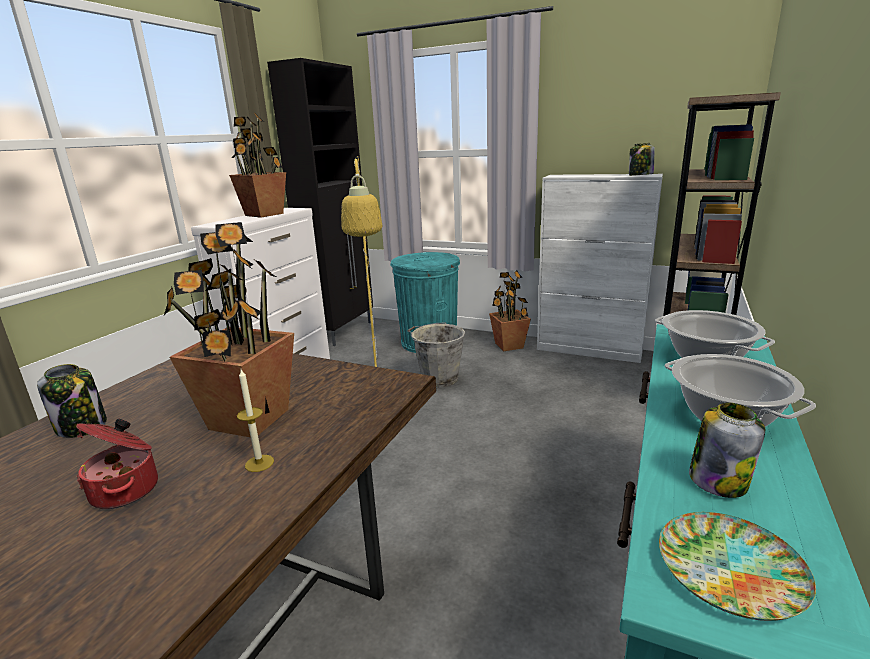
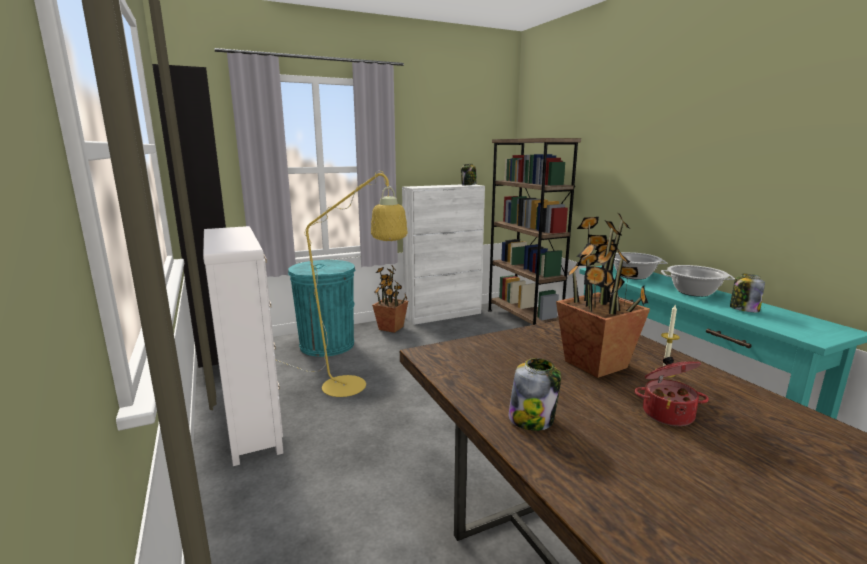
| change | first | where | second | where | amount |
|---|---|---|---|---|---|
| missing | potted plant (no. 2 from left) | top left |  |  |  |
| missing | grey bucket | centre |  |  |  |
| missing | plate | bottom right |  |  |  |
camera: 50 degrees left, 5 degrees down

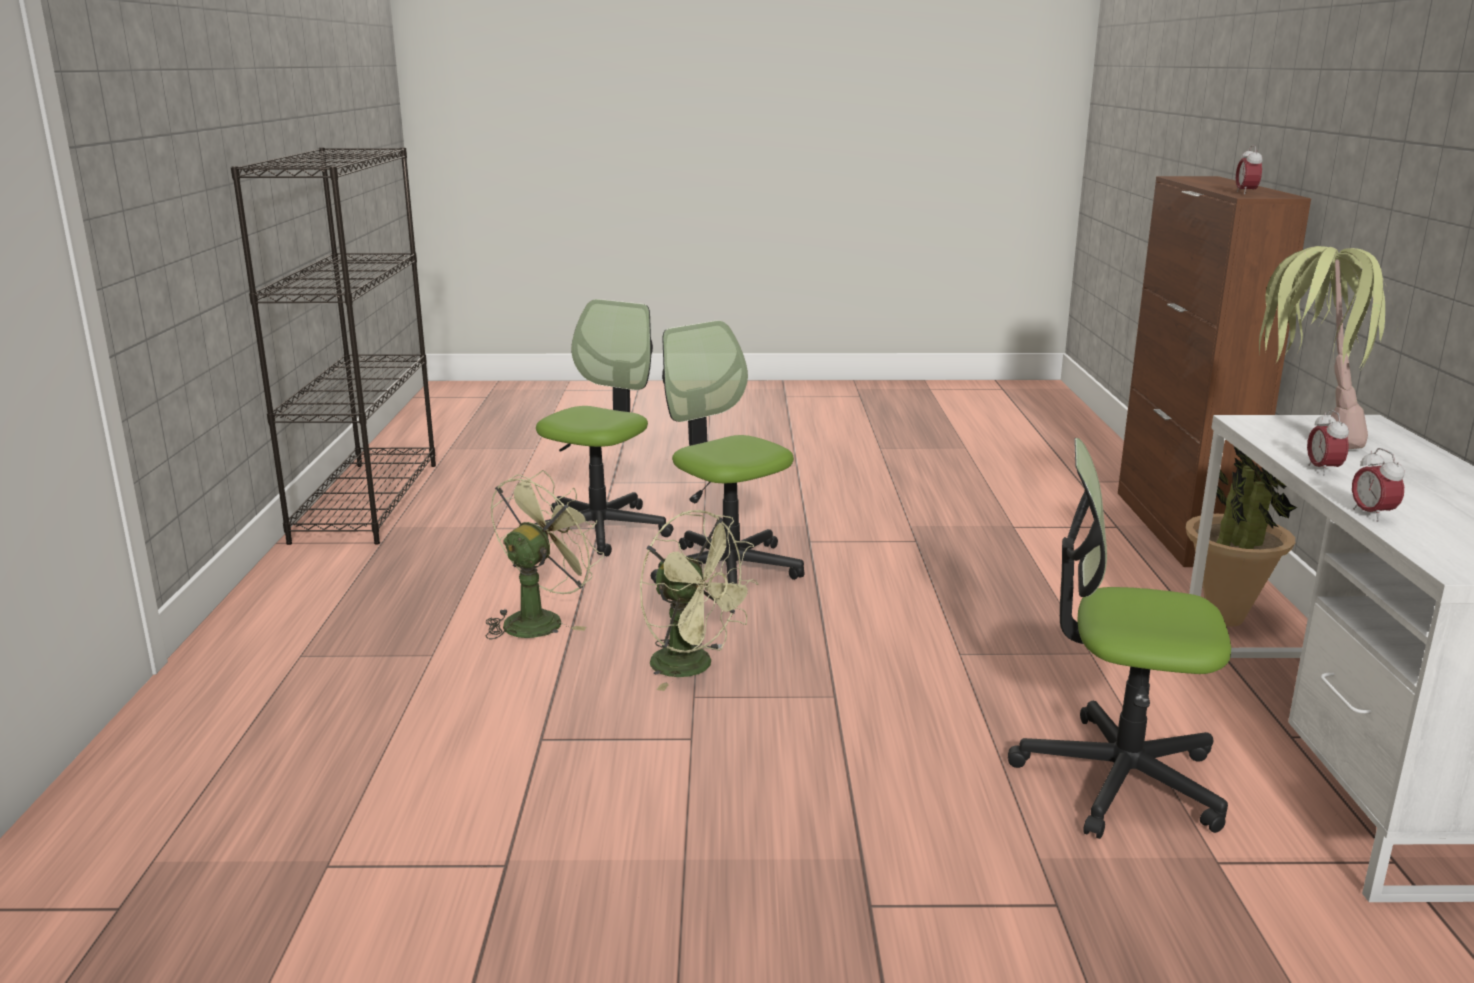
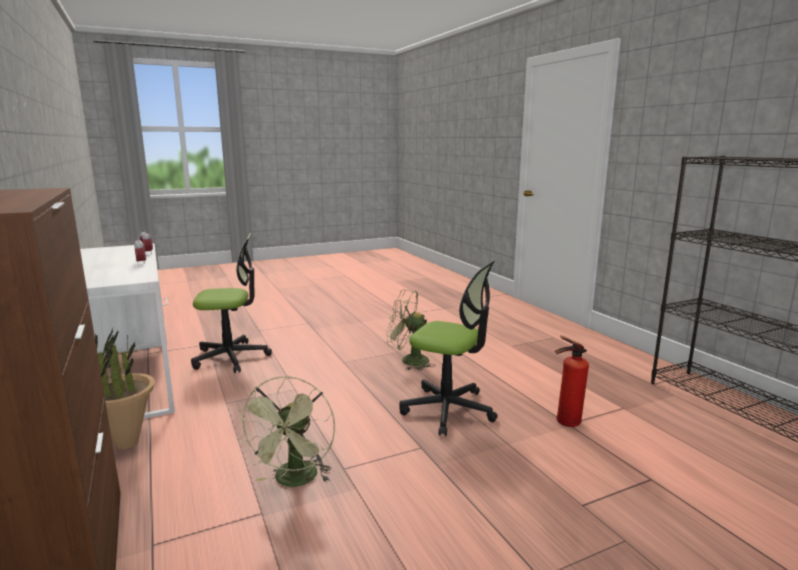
| change | first | where | second | where | amount |
|---|---|---|---|---|---|
| missing | alarm clock (no. 1 from left) | top right |  |  |  |
| missing | potted plant (no. 2 from left) | middle right |  |  |  |
| exchanged | office chair (no. 1 from left) | centre | fire extinguisher | bottom right |  |
| relocated | green fan (no. 1 from left) | centre |  | bottom centre |  |
camera: 155 degrees right, 5 degrees down

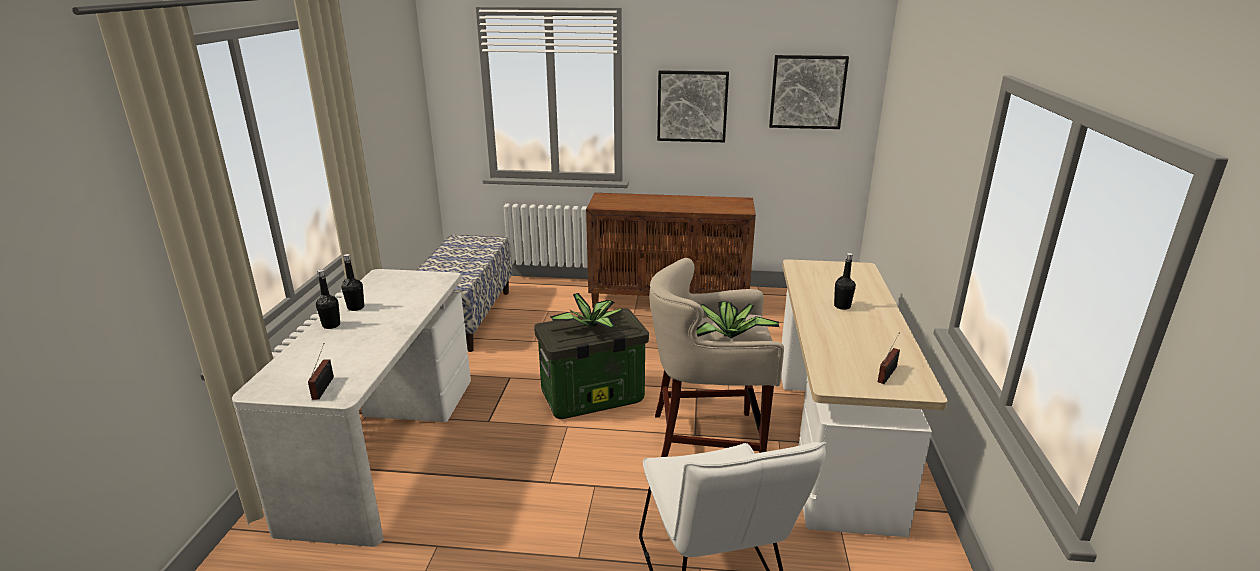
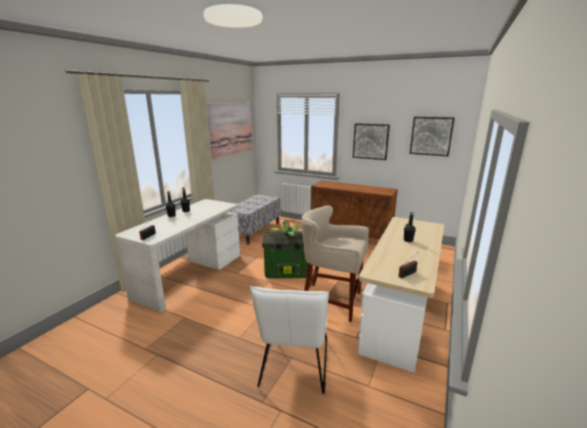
| change | first | where | second | where | amount |
|---|---|---|---|---|---|
| missing | potted plant (no. 2 from left) | centre |  |  |  |
| appeared |  |  | picture (no. 1 from left) | top centre |  |
camera: 20 degrees right, 5 degrees down

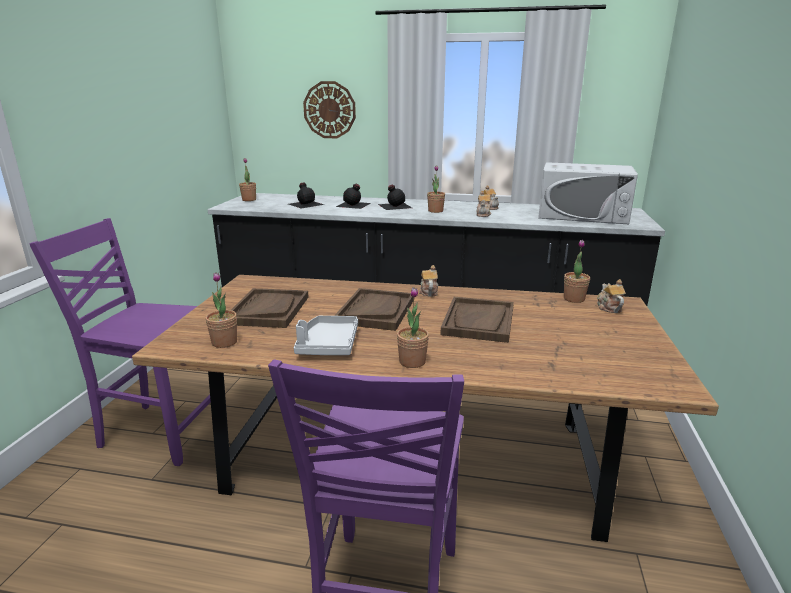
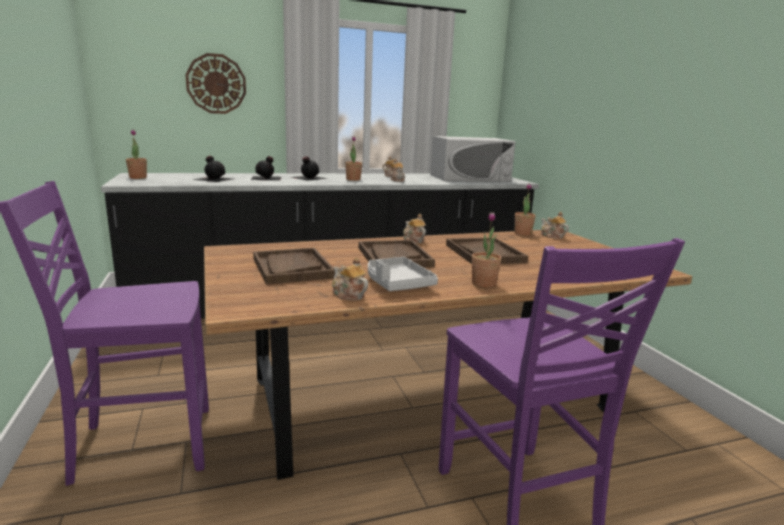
| change | first | where | second | where | amount |
|---|---|---|---|---|---|
| missing | potted plant (no. 1 from left) | middle left |  |  |  |
| appeared |  |  | teapot (no. 1 from left) | centre |  |
camera: 30 degrees left, 5 degrees down

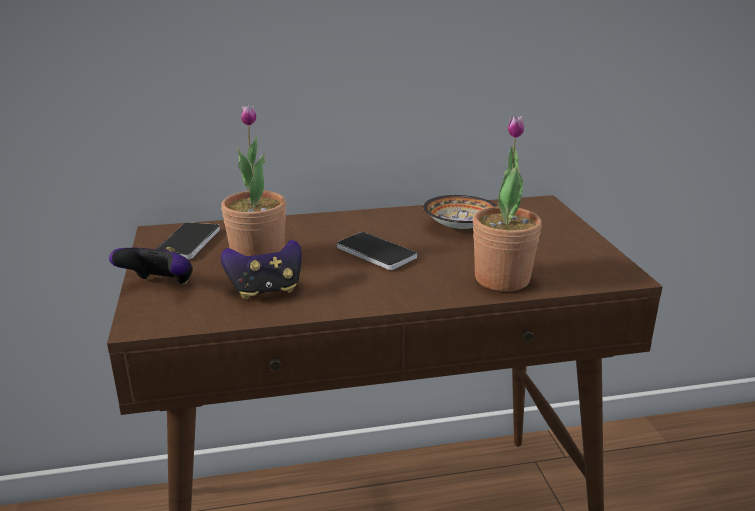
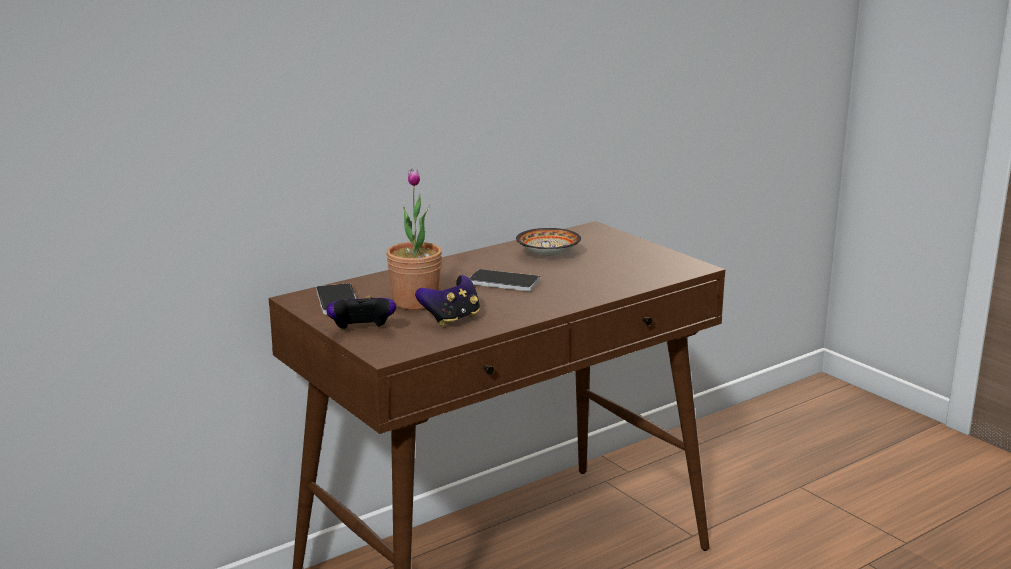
| change | first | where | second | where | amount |
|---|---|---|---|---|---|
| missing | potted plant (no. 2 from left) | middle right |  |  |  |
camera: 25 degrees left, 5 degrees down

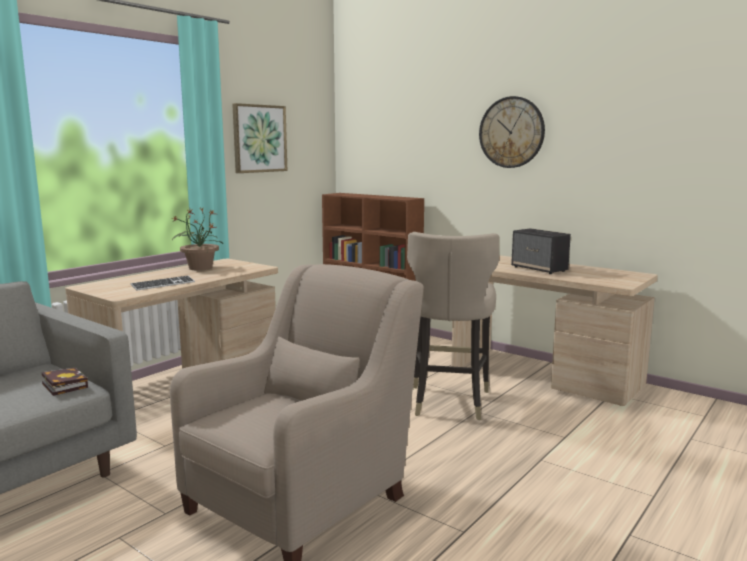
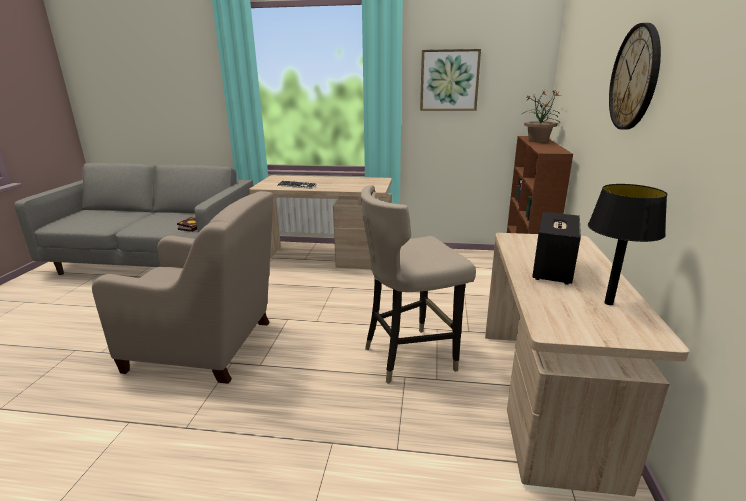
| change | first | where | second | where | amount |
|---|---|---|---|---|---|
| relocated | potted plant | middle left |  | top right |  |
| appeared |  |  | black table lamp | middle right |  |
camera: 60 degrees right, 10 degrees up

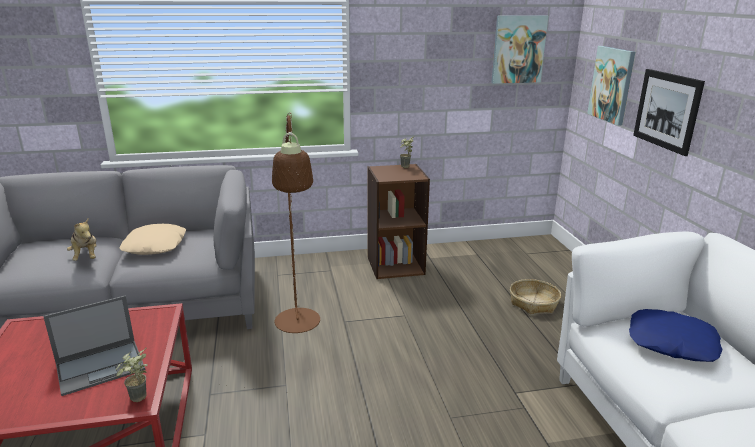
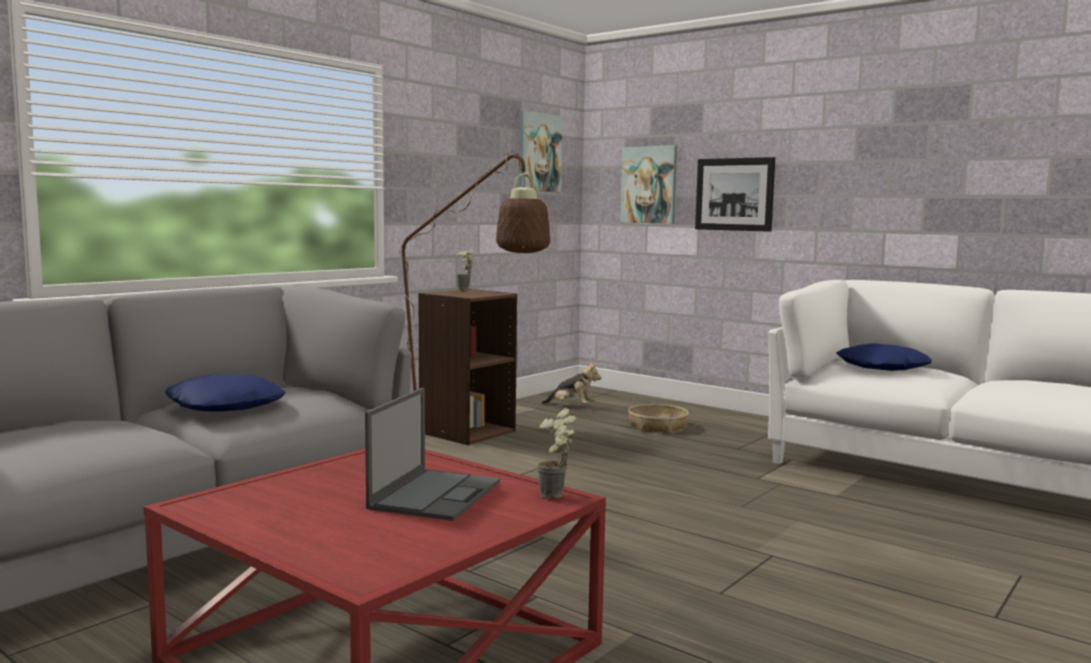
| change | first | where | second | where | amount |
|---|---|---|---|---|---|
| relocated | plush toy | middle left |  | centre |  |
| colour | beige pillow | middle left | blue pillow (no. 1 from left) | middle left |  |
camera: 40 degrees left, 15 degrees down

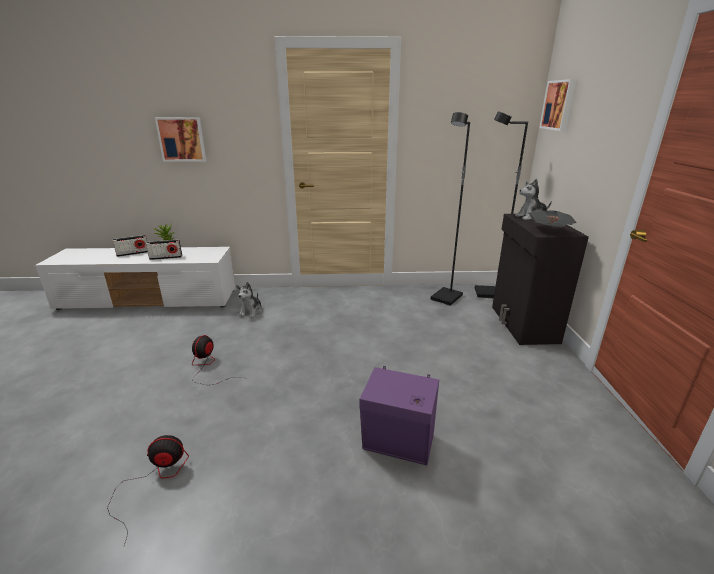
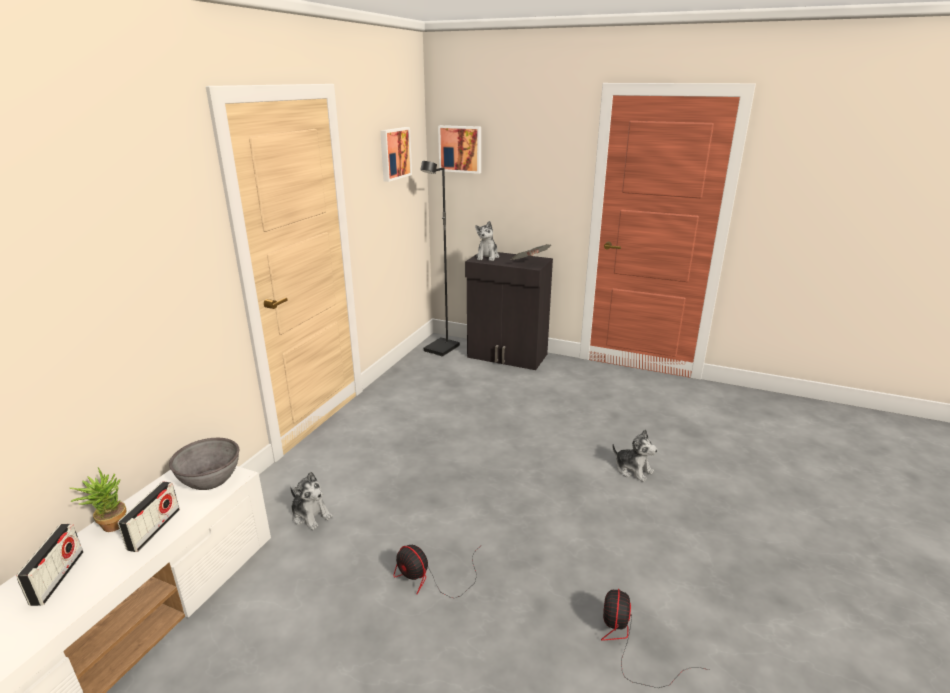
| change | first | where | second | where | amount |
|---|---|---|---|---|---|
| missing | black floor lamp (no. 1 from left) | centre |  |  |  |
| relocated | picture (no. 1 from left) | top left |  | top centre |  |
| exchanged | purple speaker | bottom centre | plush toy (no. 3 from left) | middle right |  |
| appeared |  |  | grey bowl | bottom left |  |
camera: 65 degrees left, 0 degrees up

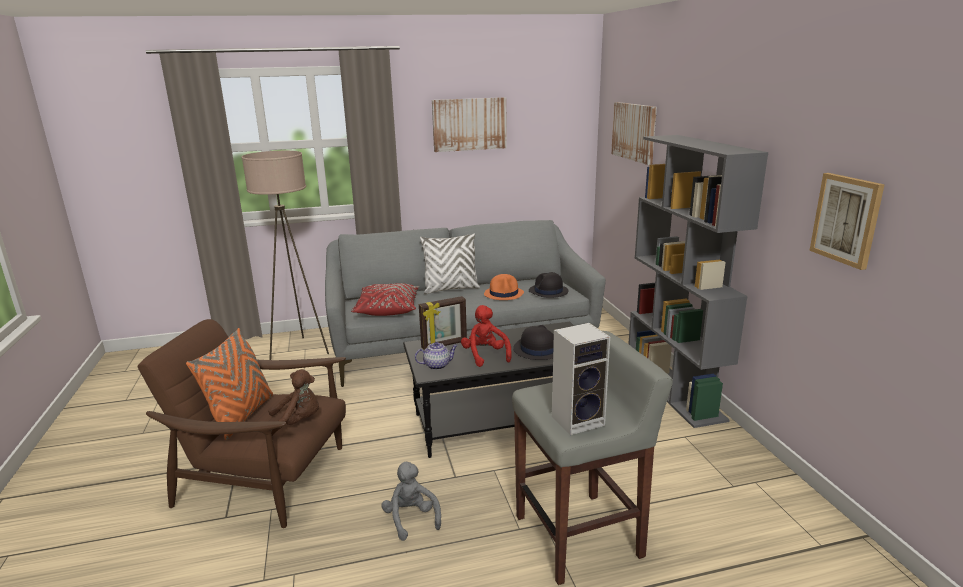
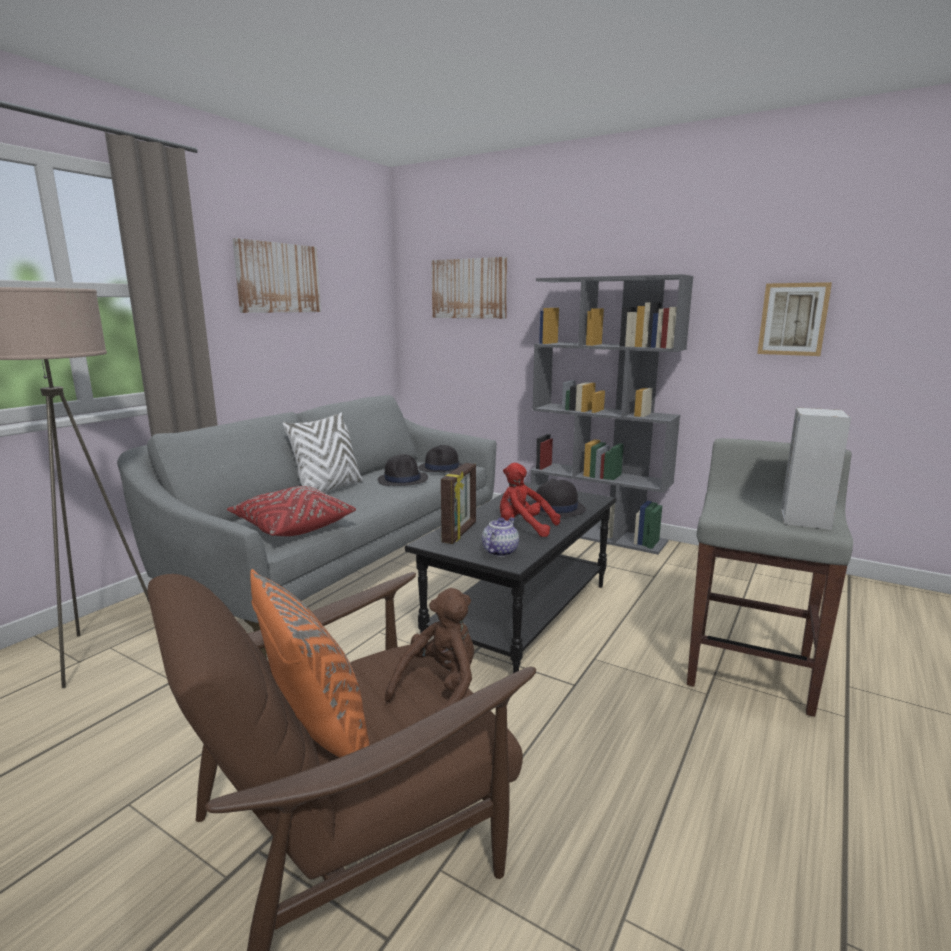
| change | first | where | second | where | amount |
|---|---|---|---|---|---|
| colour | orange hat | centre | black hat (no. 1 from left) | centre |  |
| missing | grey plush toy | bottom centre |  |  |  |
camera: 45 degrees left, 5 degrees down

